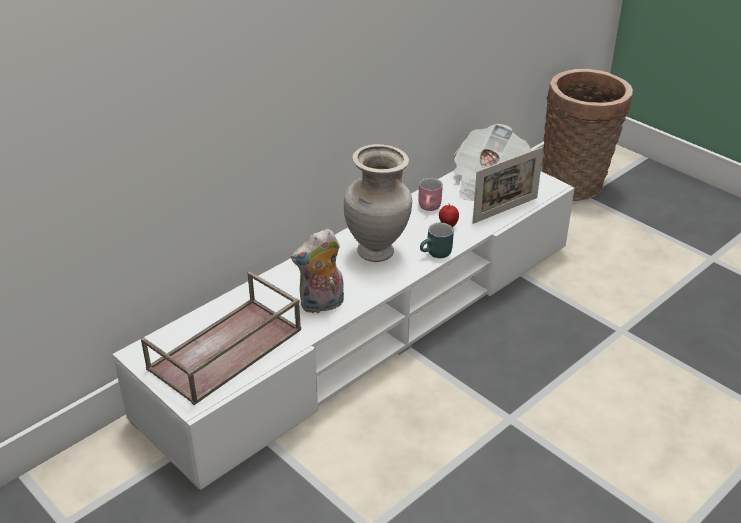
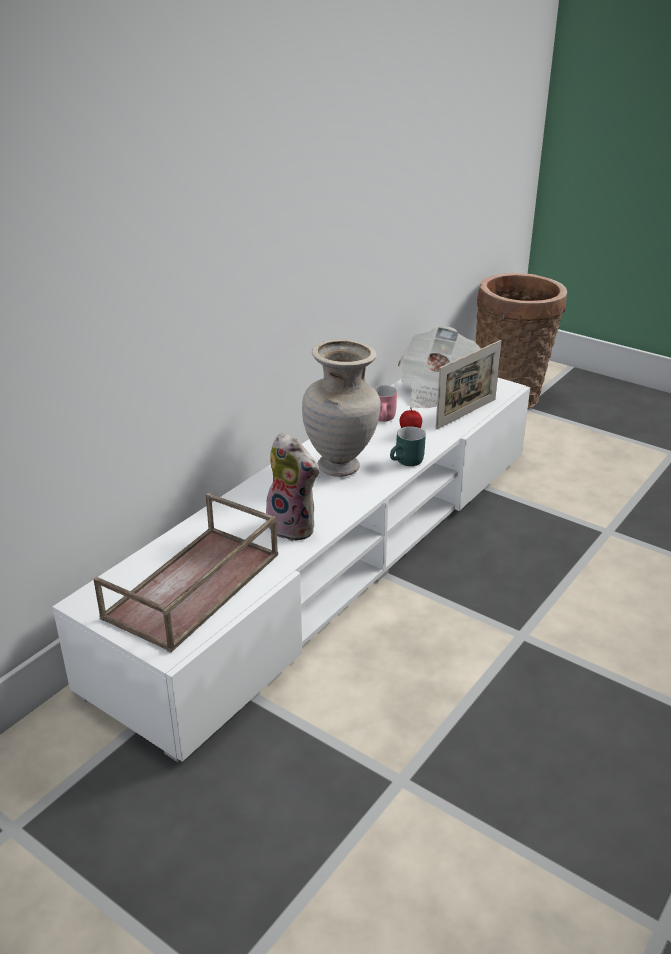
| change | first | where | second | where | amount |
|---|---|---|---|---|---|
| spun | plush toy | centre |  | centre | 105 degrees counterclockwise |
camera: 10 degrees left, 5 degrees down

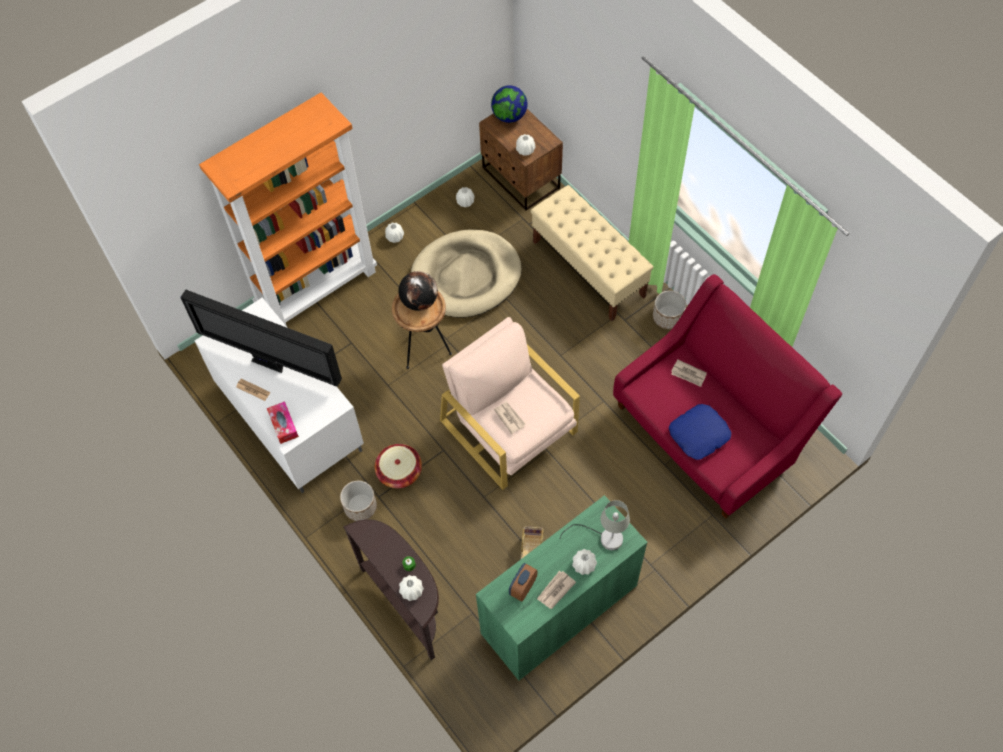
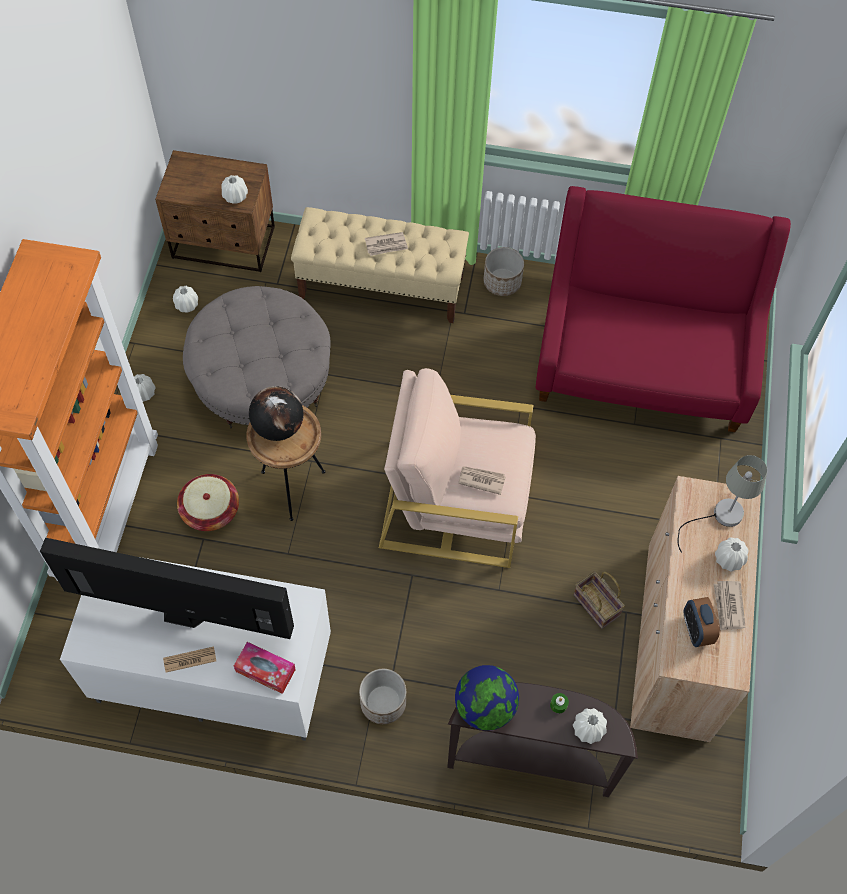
| change | first | where | second | where | amount |
|---|---|---|---|---|---|
| relocated | globe (no. 2 from left) | top centre |  | bottom centre |  |
| exchanged | beige dog bed | centre | grey ottoman | middle left |  |
| spun | television | middle left |  | middle left | 150 degrees counterclockwise |
| relocated | newspaper (no. 4 from left in the first image) | middle right | newspaper (no. 2 from left) | top centre |  |
| missing | blue pillow | middle right |  |  |  |
| relocated | basket (no. 1 from left) | centre |  | middle left |  |
| colour | green cabinet | bottom centre | beige cabinet | bottom right |  |
camera: 45 degrees left, 0 degrees up

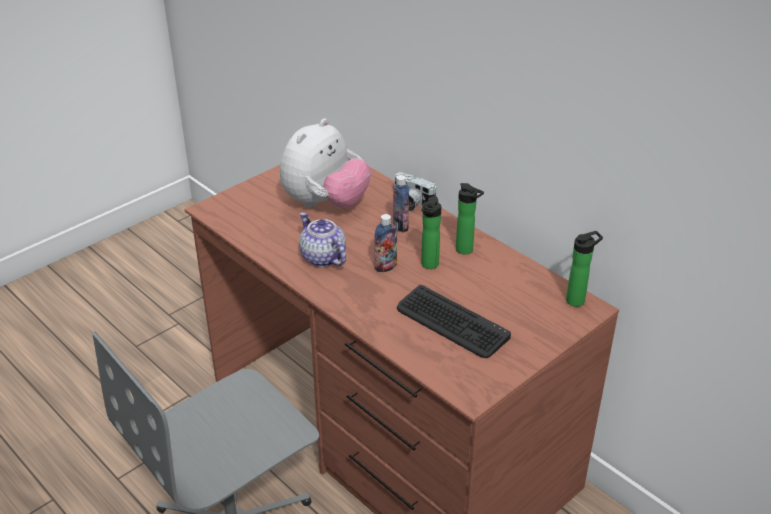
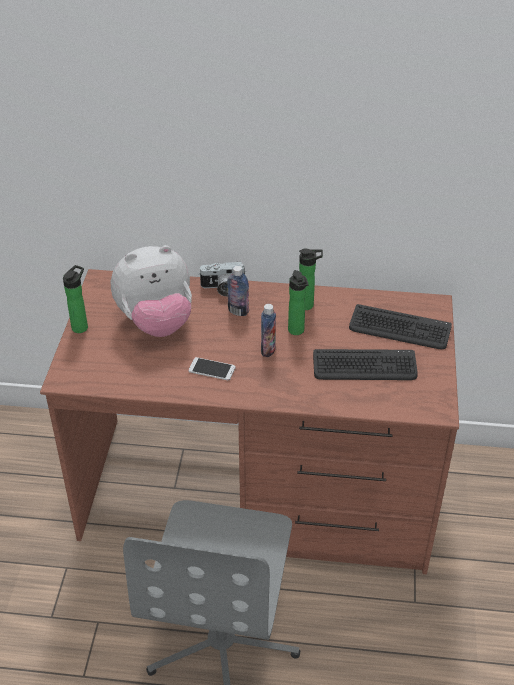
| change | first | where | second | where | amount |
|---|---|---|---|---|---|
| spun | plush toy | top centre |  | middle left | 75 degrees clockwise |
| exchanged | teapot | centre | phone | centre |  |
| relocated | bottle (no. 5 from left in the first image) | middle right | bottle (no. 1 from left) | middle left |  |
| appeared |  |  | keyboard (no. 2 from left) | middle right |  |
camera: 40 degrees left, 5 degrees up

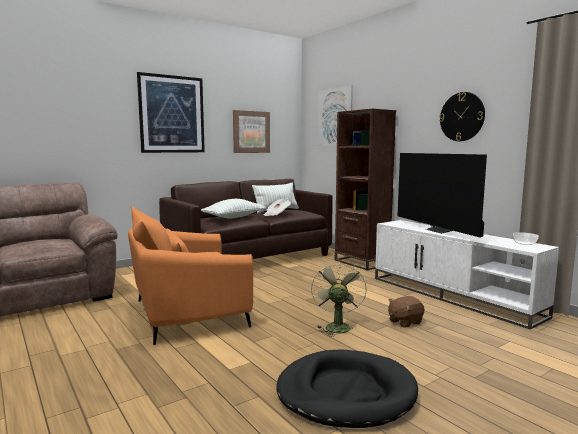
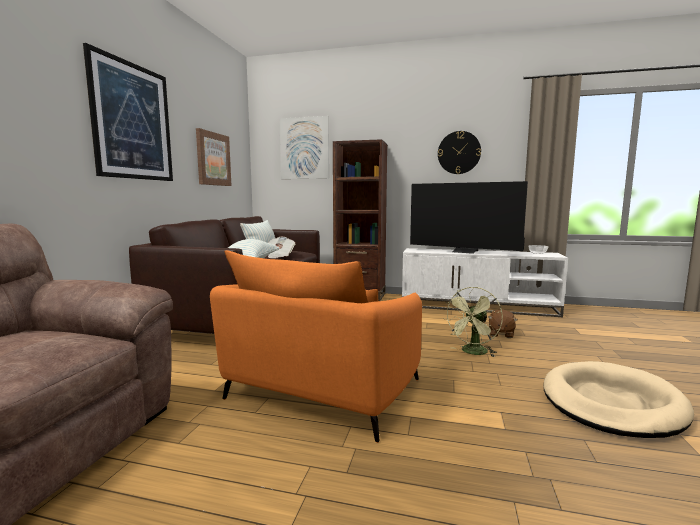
| change | first | where | second | where | amount |
|---|---|---|---|---|---|
| spun | green fan | bottom centre |  | middle right | 105 degrees counterclockwise |
| colour | black dog bed | bottom centre | beige dog bed | bottom right |  |
camera: 40 degrees left, 0 degrees up

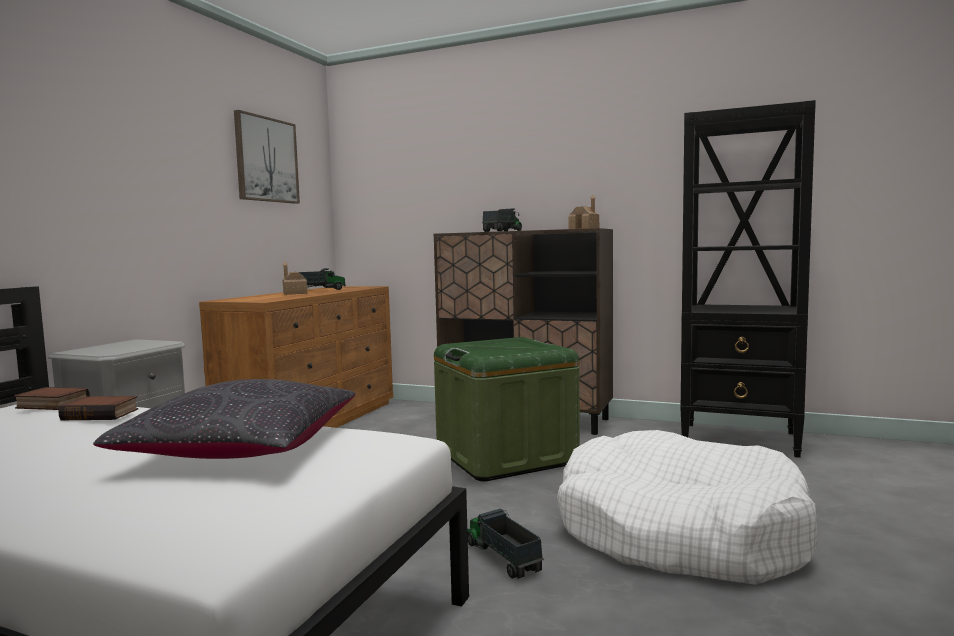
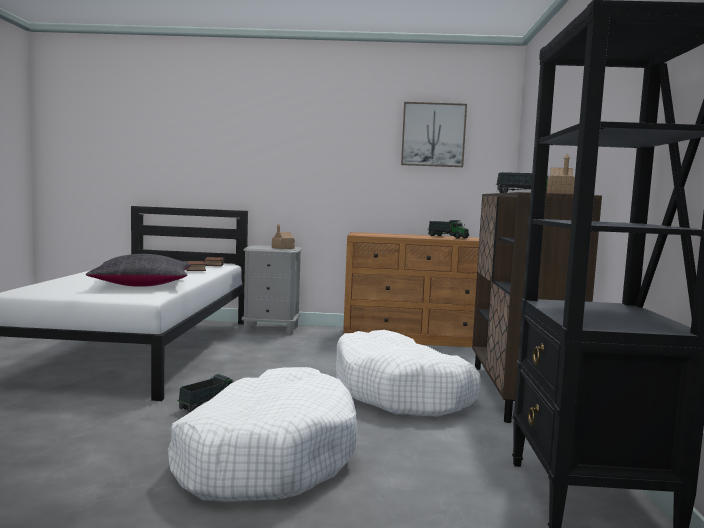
| change | first | where | second | where | amount |
|---|---|---|---|---|---|
| relocated | toy house (no. 1 from left) | middle left |  | centre |  |
| exchanged | green storage box | centre | white dog bed (no. 2 from left) | bottom centre |  |
camera: 70 degrees right, 0 degrees up

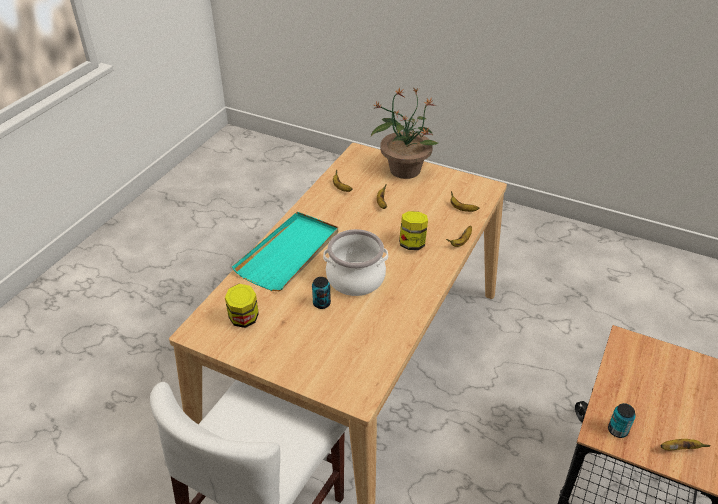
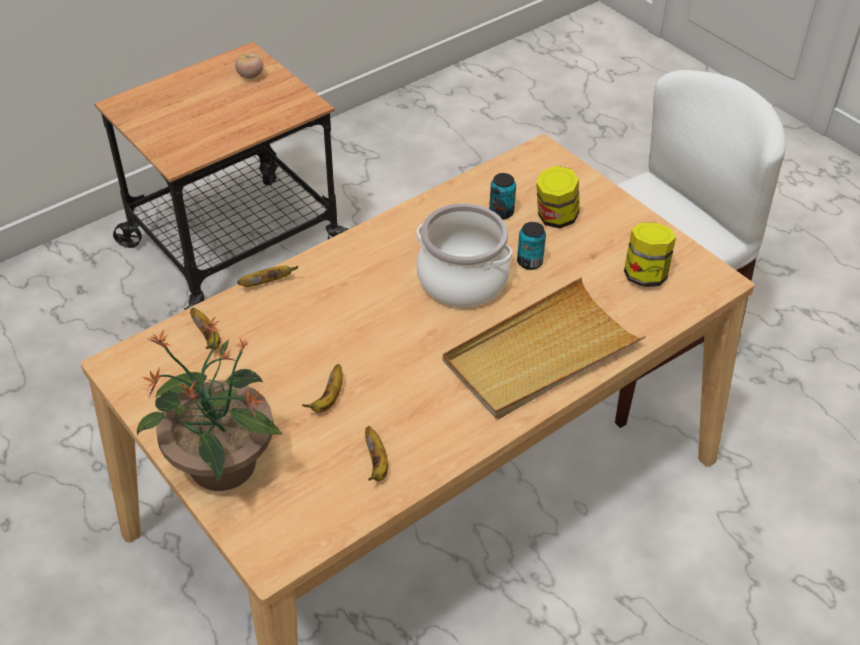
| change | first | where | second | where | amount |
|---|---|---|---|---|---|
| relocated | jar (no. 2 from left in the first image) | centre | jar (no. 1 from left) | top centre |  |
| colour | turquoise tray | centre | beige tray | centre |  |
| relocated | can (no. 2 from left in the first image) | bottom right | can (no. 1 from left) | top centre |  |
| exchanged | banana (no. 5 from left) | bottom right | tomato | top left |  |
camera: 155 degrees left, 5 degrees up

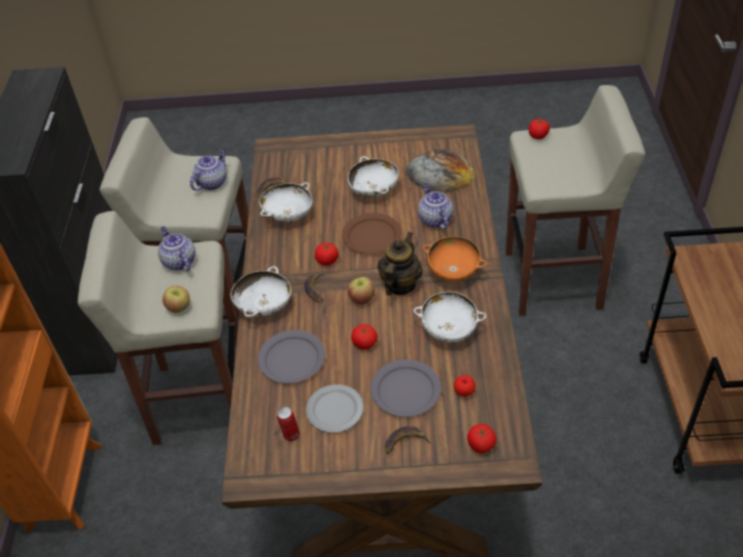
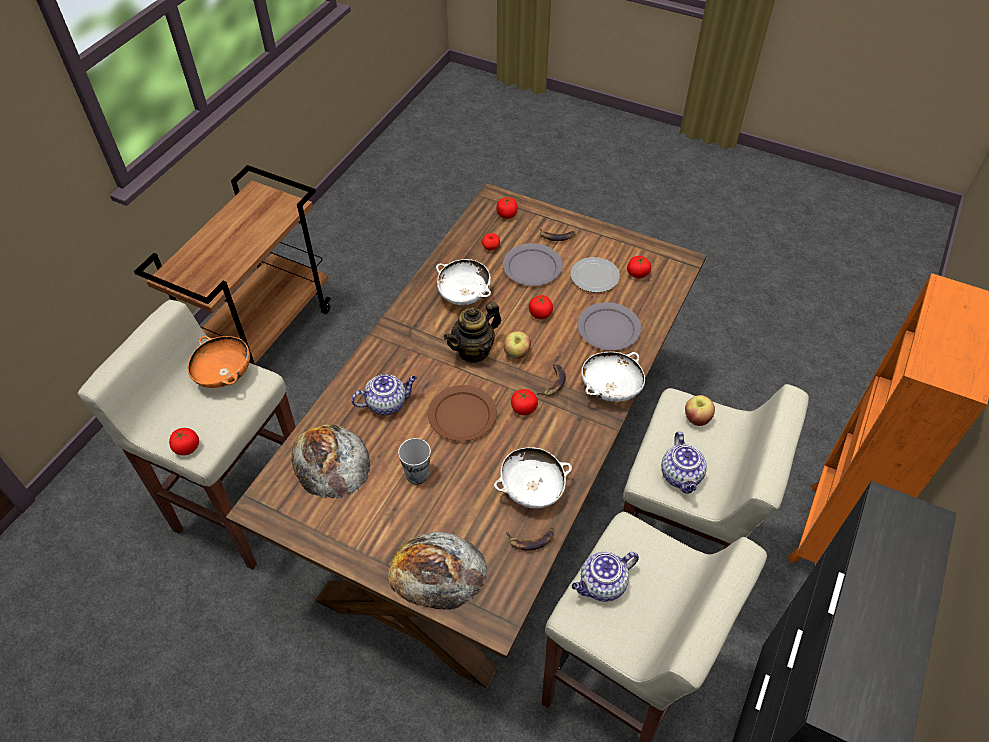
| change | first | where | second | where | amount |
|---|---|---|---|---|---|
| exchanged | white bowl (no. 3 from left) | top centre | cup | centre |  |
| spun | teapot (no. 4 from left in the first image) | centre | teapot (no. 1 from left) | centre | 120 degrees counterclockwise |
| relocated | orange bowl | centre |  | middle left |  |
| exchanged | can | bottom centre | tomato (no. 5 from left) | centre |  |
| appeared |  |  | bread (no. 2 from left) | bottom centre |  |
camera: 155 degrees left, 5 degrees up

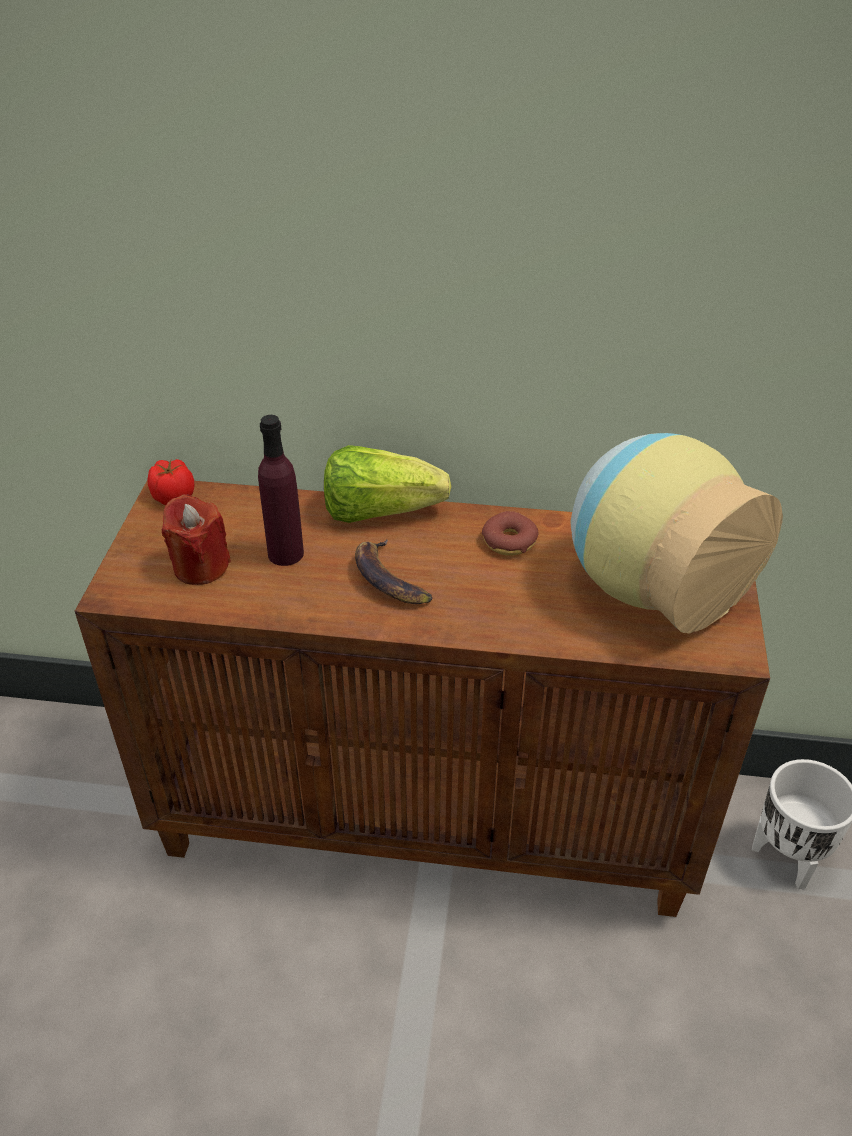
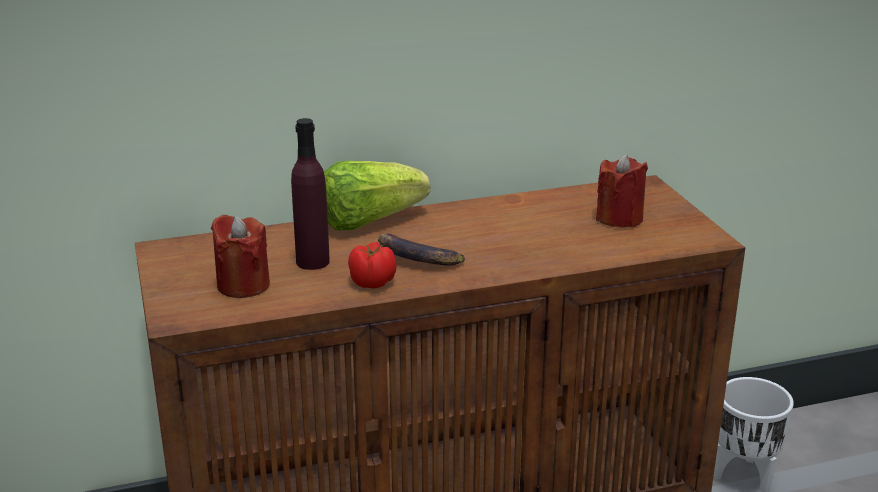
| change | first | where | second | where | amount |
|---|---|---|---|---|---|
| exchanged | vase | middle right | red candle (no. 2 from left) | middle right |  |
| relocated | tomato | middle left |  | centre |  |
| missing | donut | centre |  |  |  |
camera: 25 degrees left, 15 degrees down

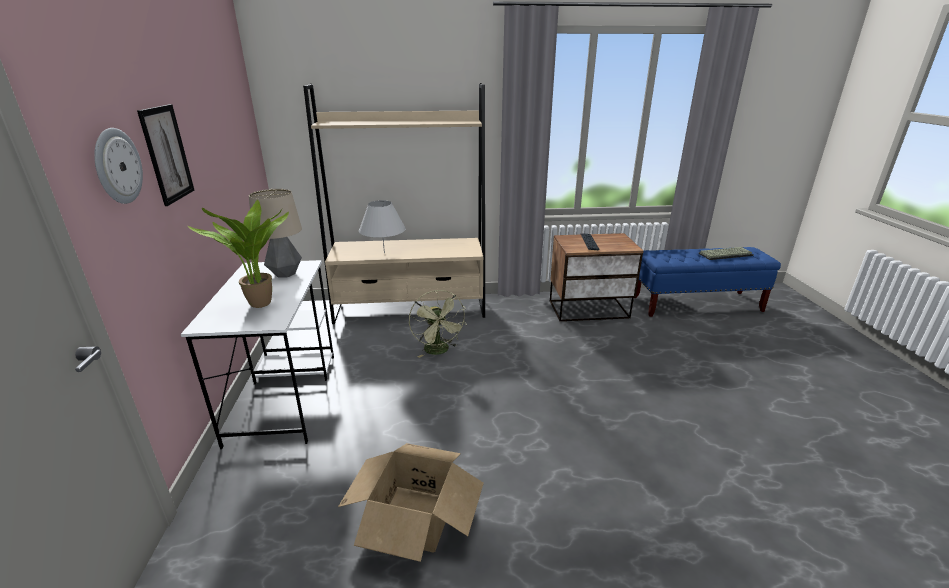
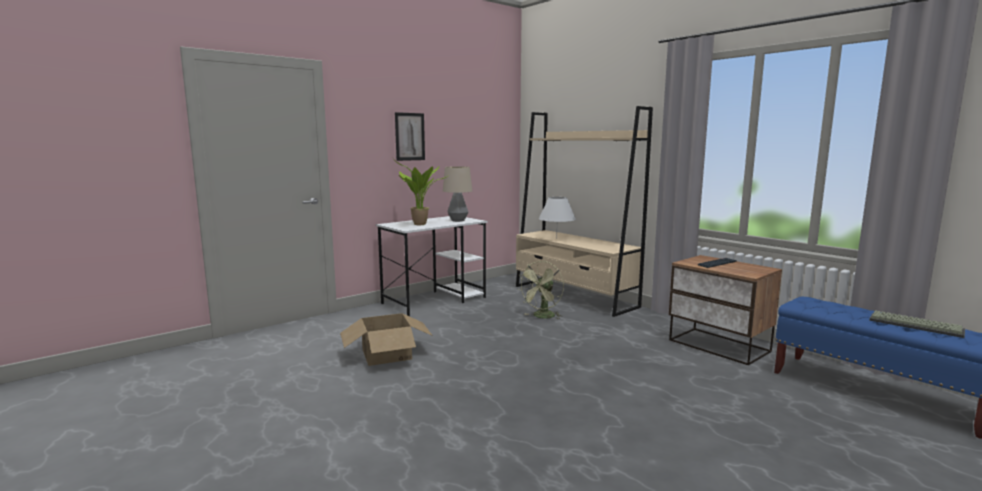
| change | first | where | second | where | amount |
|---|---|---|---|---|---|
| missing | wall clock | top left |  |  |  |
camera: 55 degrees right, 15 degrees down

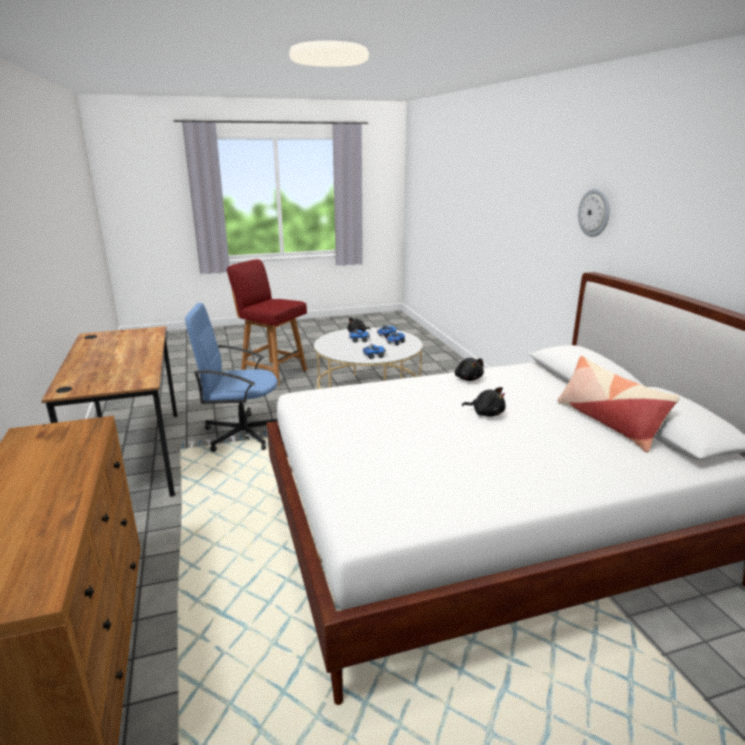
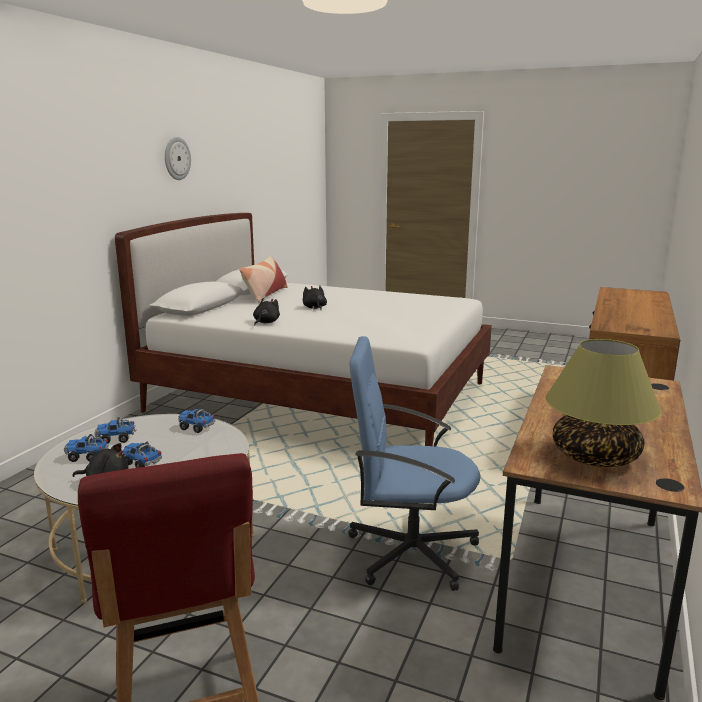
| change | first | where | second | where | amount |
|---|---|---|---|---|---|
| relocated | wall clock | top right |  | top left |  |
| spun | blue office chair | middle left |  | centre | 150 degrees clockwise |
| appeared |  |  | table lamp | middle right |  |
camera: 140 degrees left, 5 degrees down

